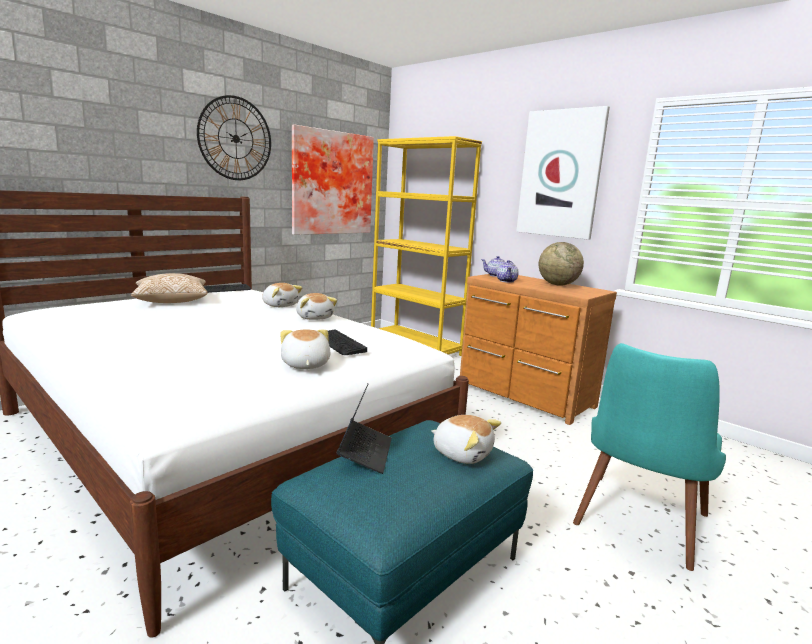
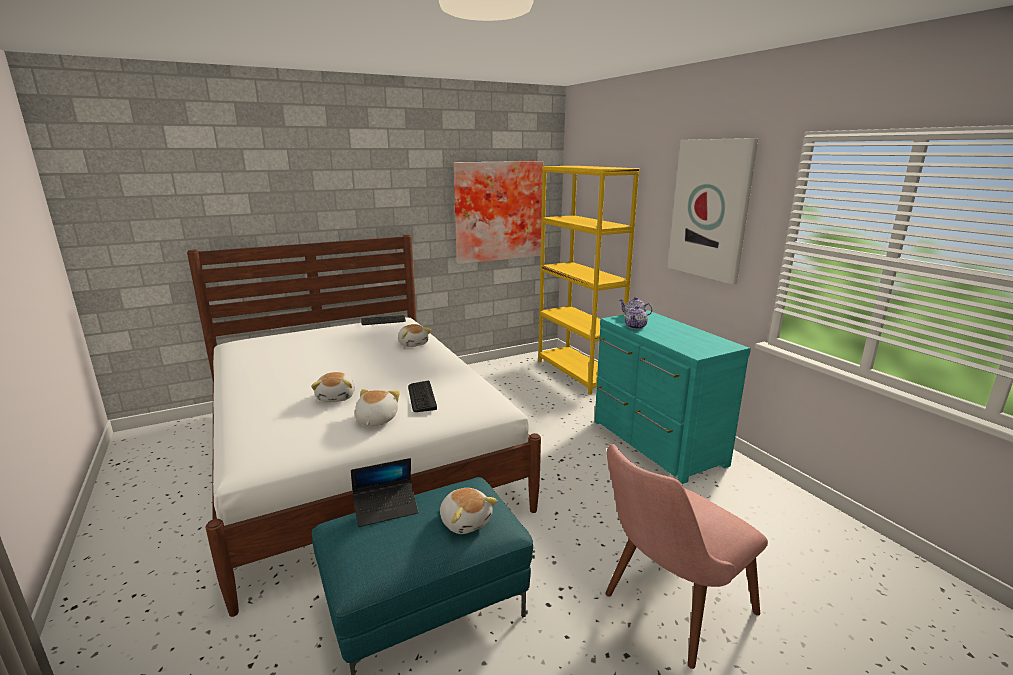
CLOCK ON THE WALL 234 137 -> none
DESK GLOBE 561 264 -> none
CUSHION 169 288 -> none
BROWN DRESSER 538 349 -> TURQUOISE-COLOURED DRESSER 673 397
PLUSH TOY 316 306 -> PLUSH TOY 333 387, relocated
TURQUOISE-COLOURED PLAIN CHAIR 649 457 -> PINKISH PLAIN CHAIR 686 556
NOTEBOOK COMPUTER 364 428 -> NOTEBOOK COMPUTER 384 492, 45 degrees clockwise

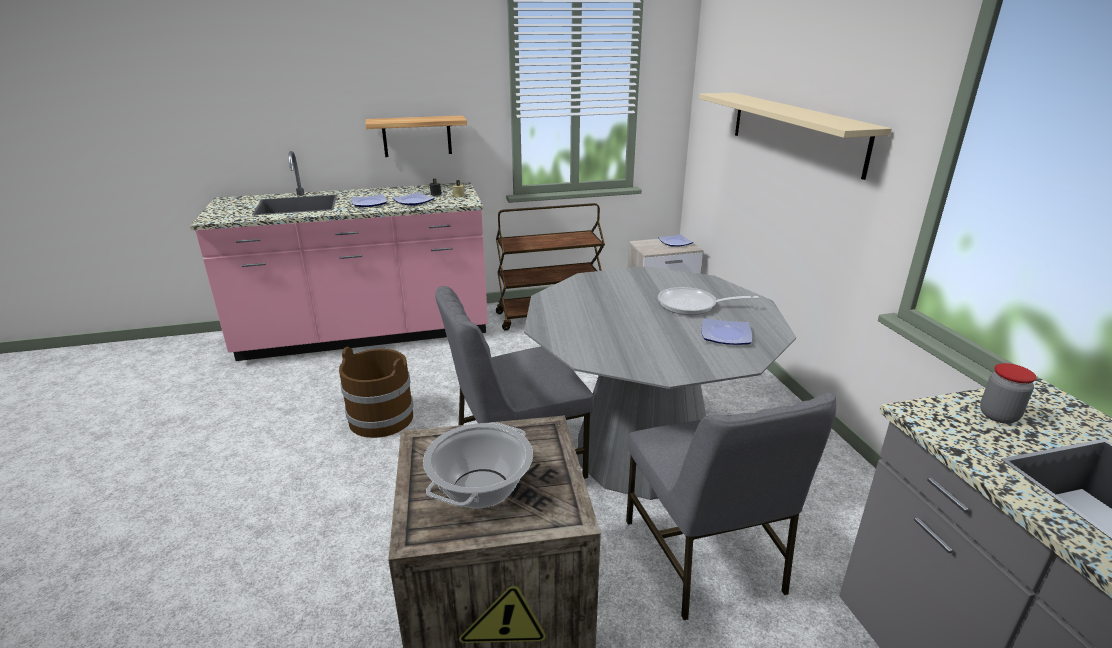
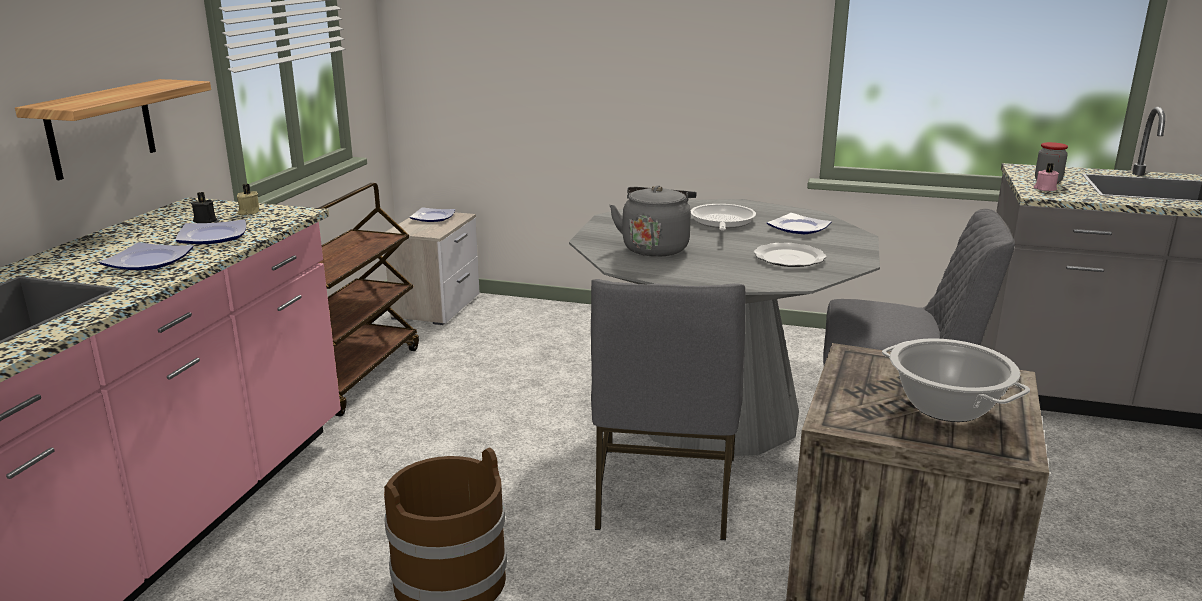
BEIGE-COLOURED SHELF 795 136 -> none
SKILLET 708 301 -> SKILLET 723 217, 150 degrees clockwise
none -> PINKISH WAX LIGHT 1046 177
none -> GREY TEA KETTLE 653 221
none -> DINNER PLATE 790 255

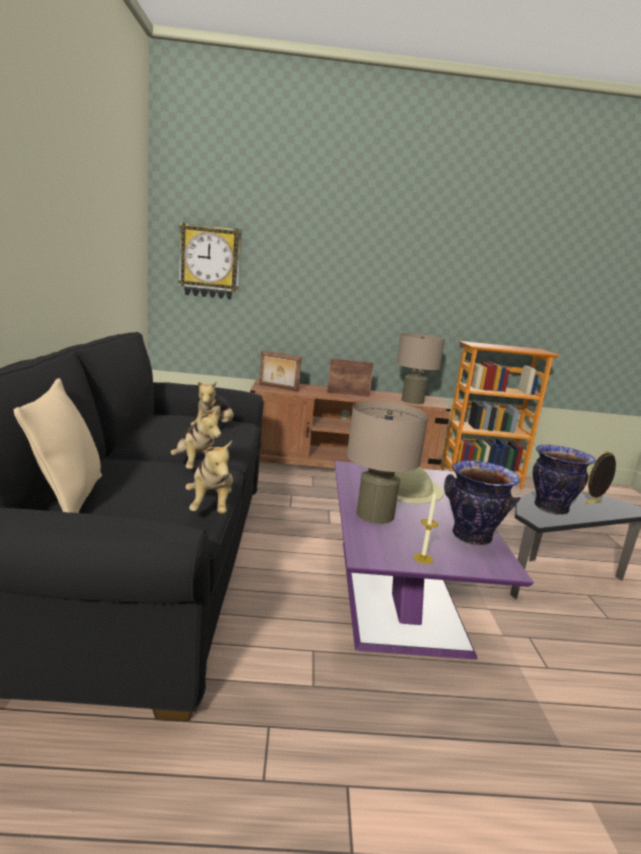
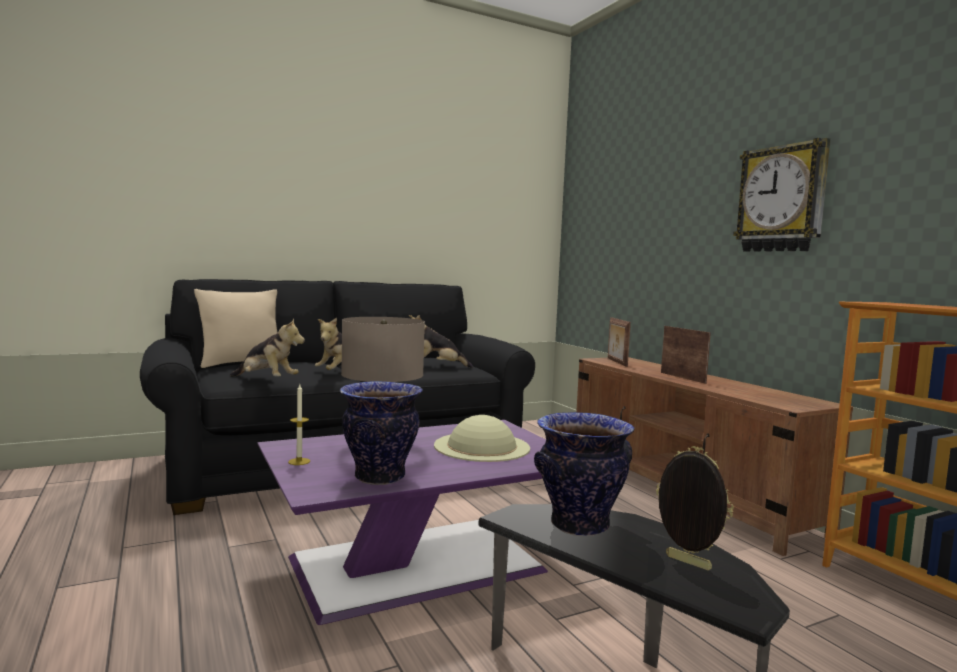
CLOCK ON THE WALL 210 261 -> CLOCK ON THE WALL 782 195, relocated
BEIGE-COLOURED LAMP FOR A TABLE 421 368 -> none
PLUSH TOY 209 477 -> PLUSH TOY 267 347, 120 degrees counterclockwise

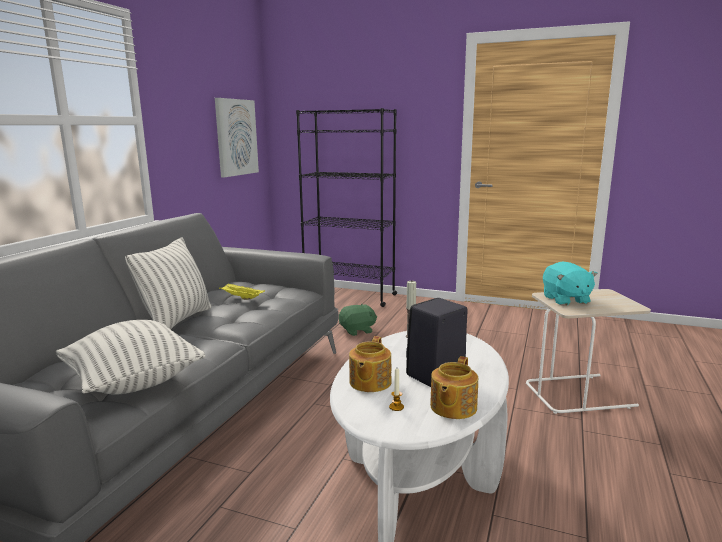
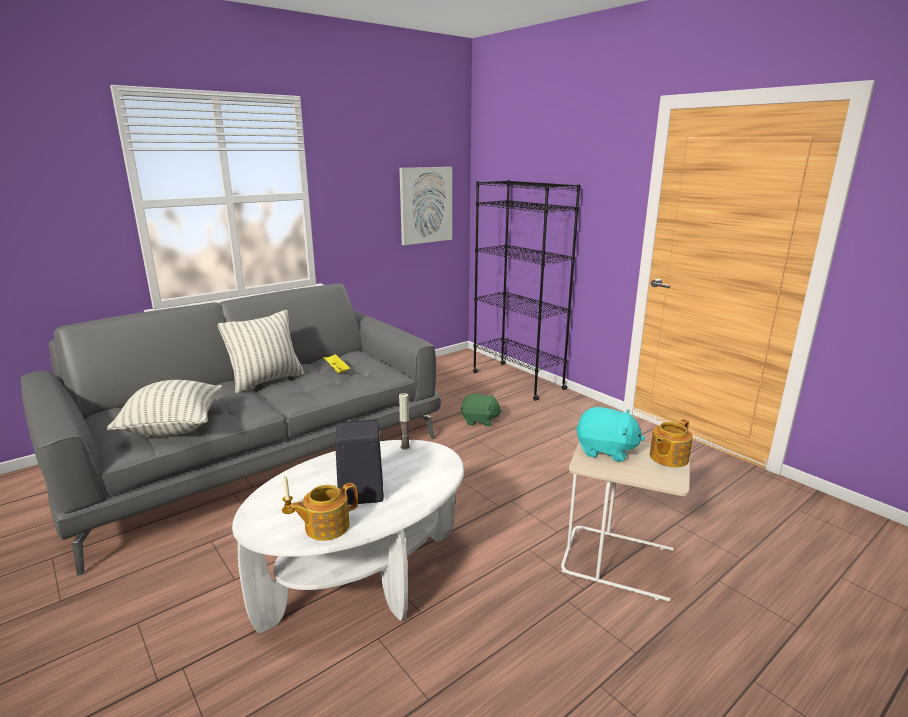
TURQUOISE-COLOURED PLUSH TOY 570 283 -> TURQUOISE-COLOURED PLUSH TOY 610 434, 90 degrees counterclockwise
TEA POT 370 364 -> TEA POT 671 443, relocated

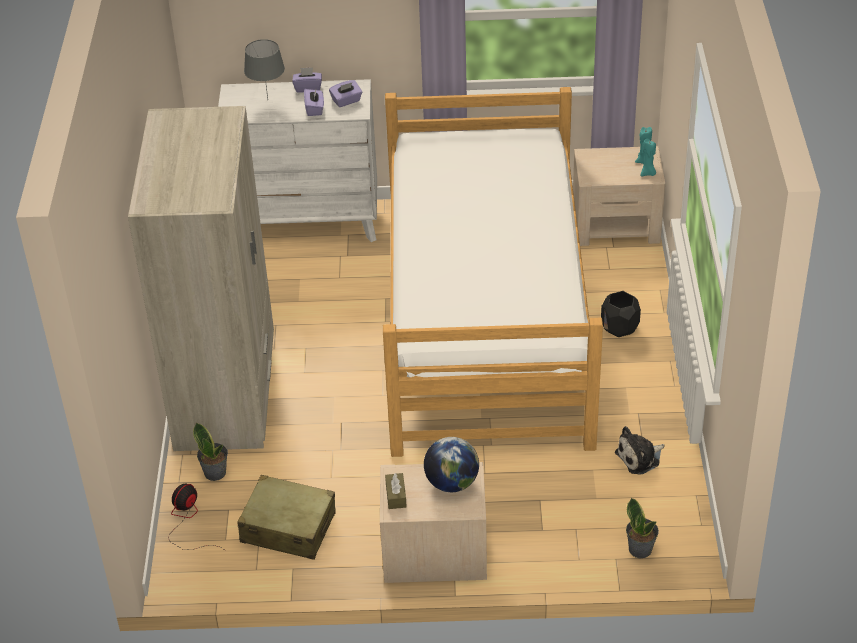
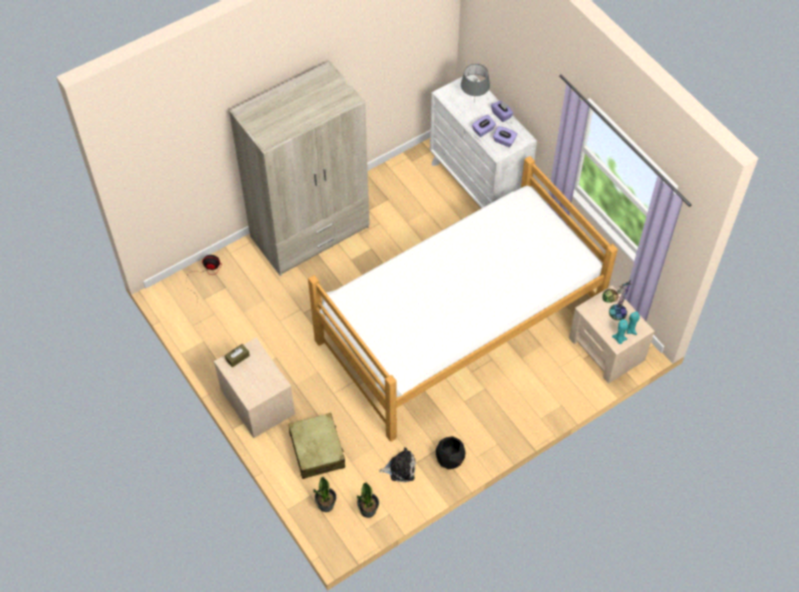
BLACK-COLOURED PLANTER 621 314 -> BLACK-COLOURED PLANTER 450 452, relocated
PLANT IN A POT 210 452 -> PLANT IN A POT 368 500, relocated
PLUSH TOY 640 450 -> PLUSH TOY 397 464, 150 degrees clockwise
DESK GLOBE 451 464 -> none
BEIGE-COLOURED SUITCASE 287 517 -> BEIGE-COLOURED SUITCASE 316 446, relocated
none -> LAMP FOR A TABLE 616 300

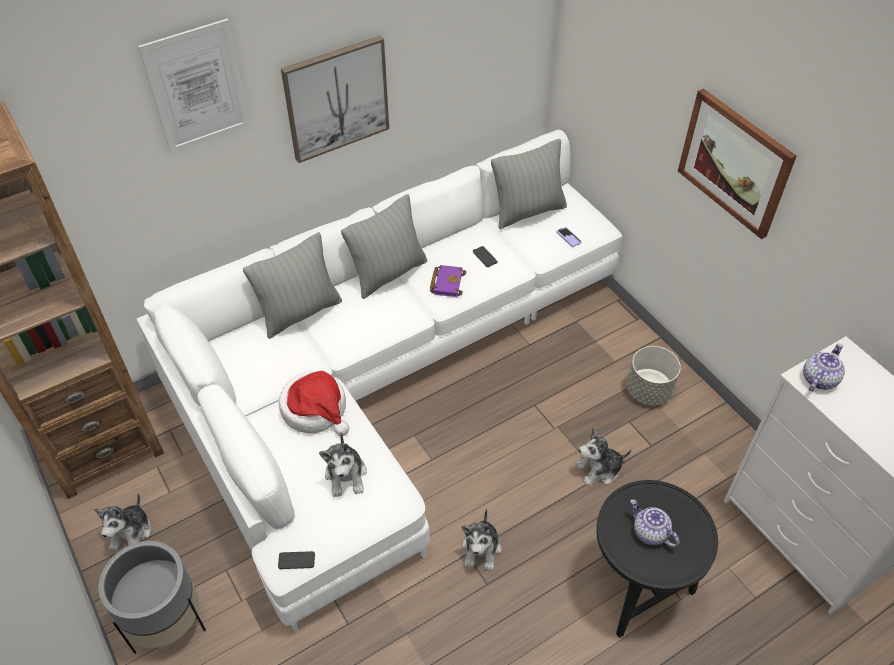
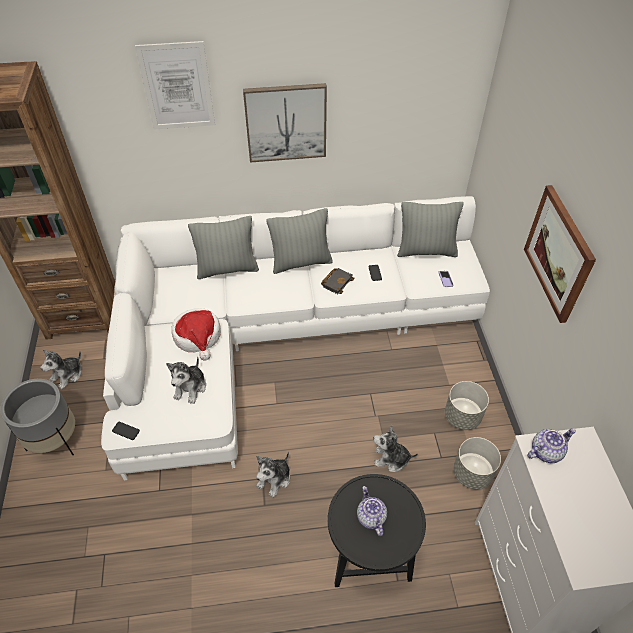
PURPLISH VOLUME 448 281 -> BLACK-COLOURED VOLUME 338 281
none -> GREY PLANTER 477 463

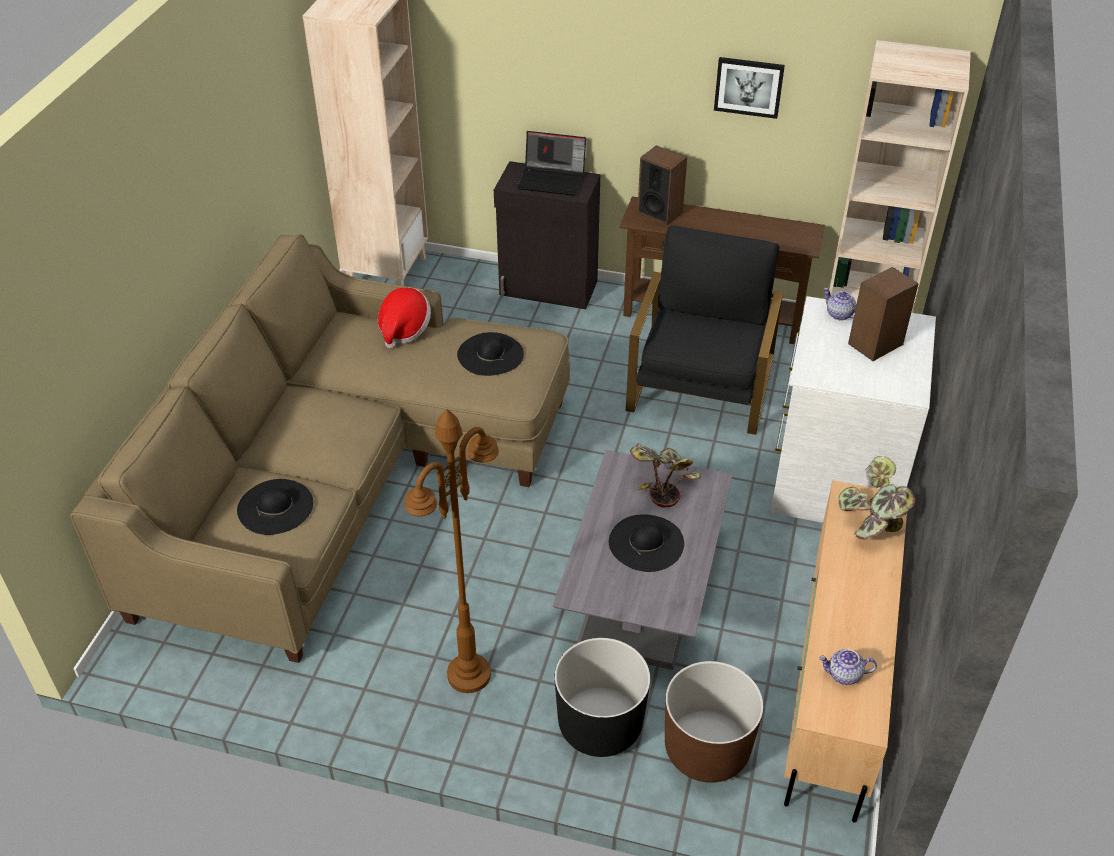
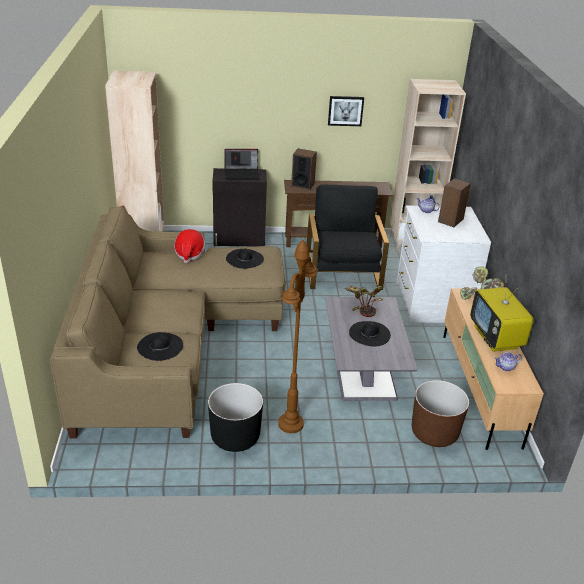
BLACK-COLOURED PLANTER 603 697 -> BLACK-COLOURED PLANTER 235 417, relocated
none -> TELEVISION 502 313

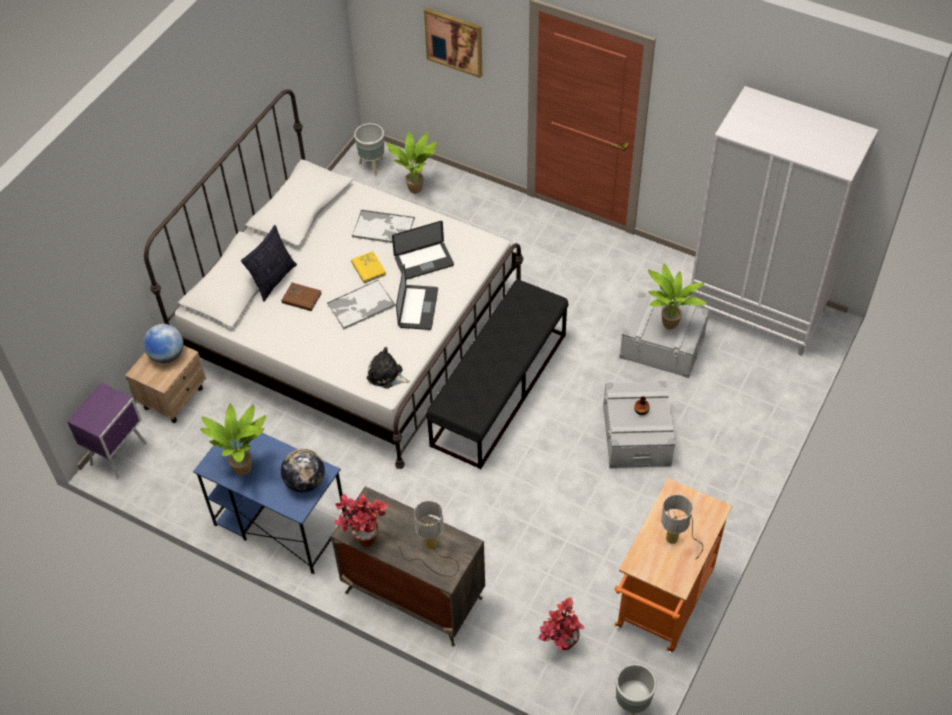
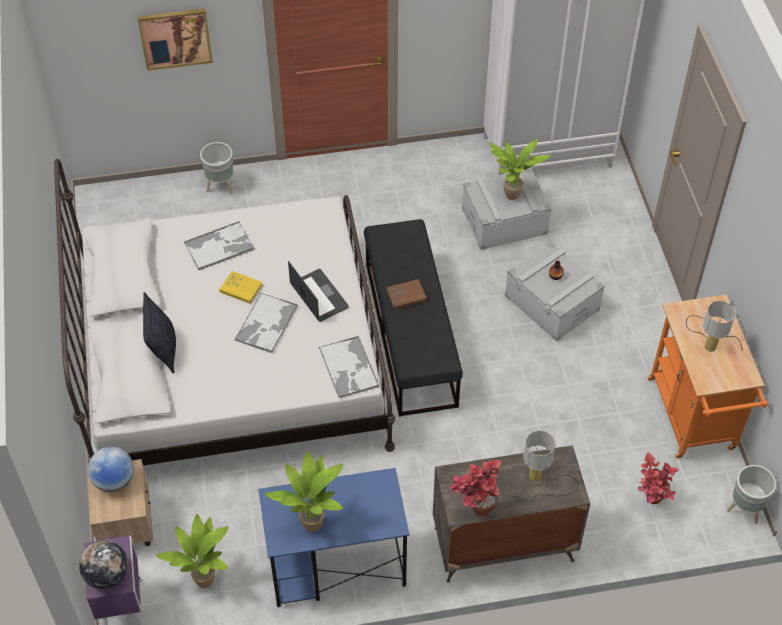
GREY PLANTER 369 149 -> GREY PLANTER 216 168, relocated
PLANT IN A POT 411 162 -> PLANT IN A POT 192 551, relocated
NOTEBOOK COMPUTER 423 250 -> none
BROWN VOLUME 301 297 -> BROWN VOLUME 407 294, relocated
PLUSH TOY 388 368 -> TRAY 349 367
DESK GLOBE 303 471 -> DESK GLOBE 103 565, relocated

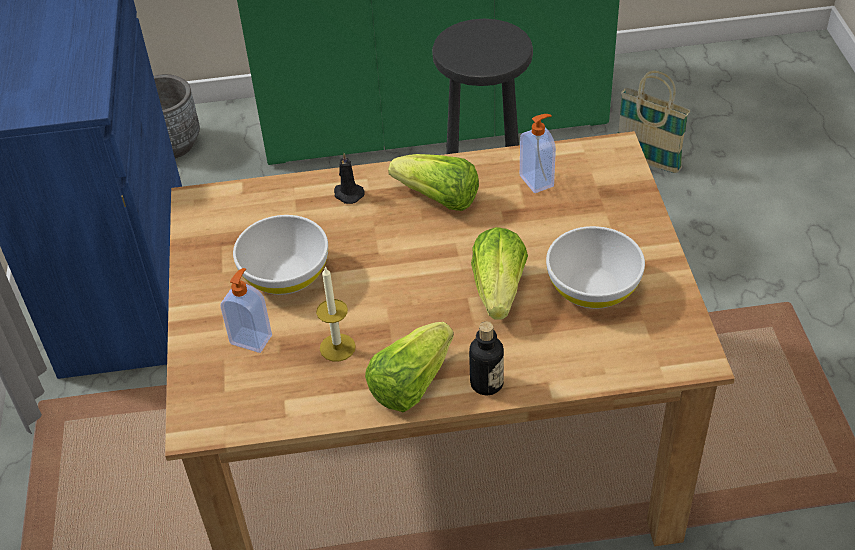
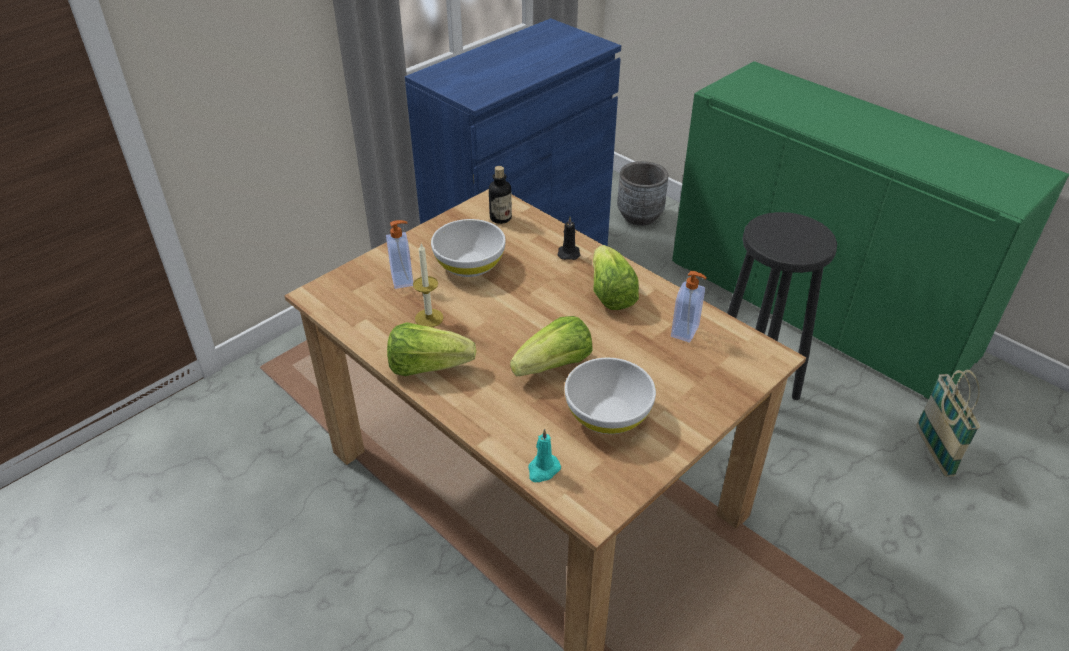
DRINK BOTTLE 486 358 -> DRINK BOTTLE 500 195, relocated
none -> TURQUOISE-COLOURED WAX LIGHT 544 455

